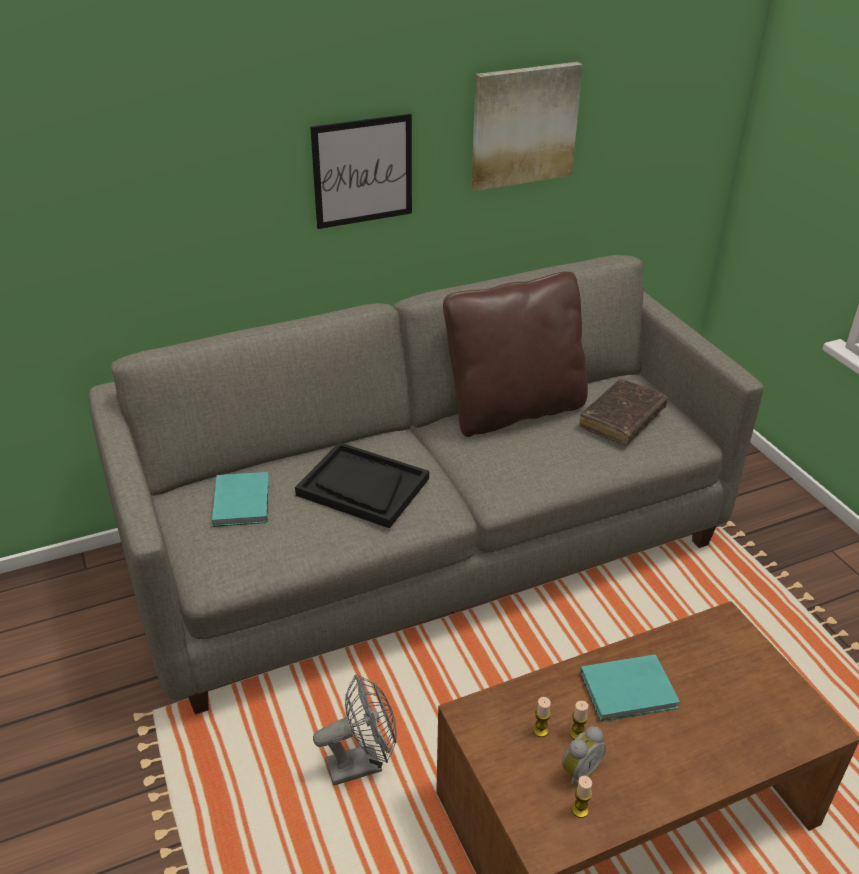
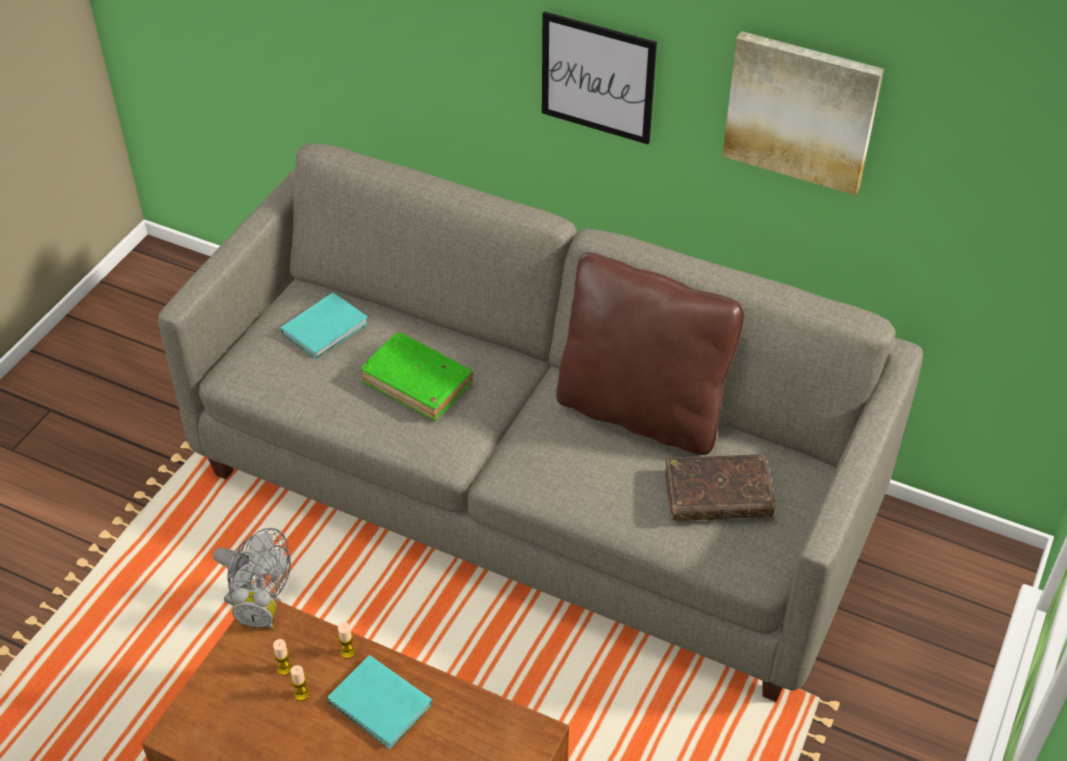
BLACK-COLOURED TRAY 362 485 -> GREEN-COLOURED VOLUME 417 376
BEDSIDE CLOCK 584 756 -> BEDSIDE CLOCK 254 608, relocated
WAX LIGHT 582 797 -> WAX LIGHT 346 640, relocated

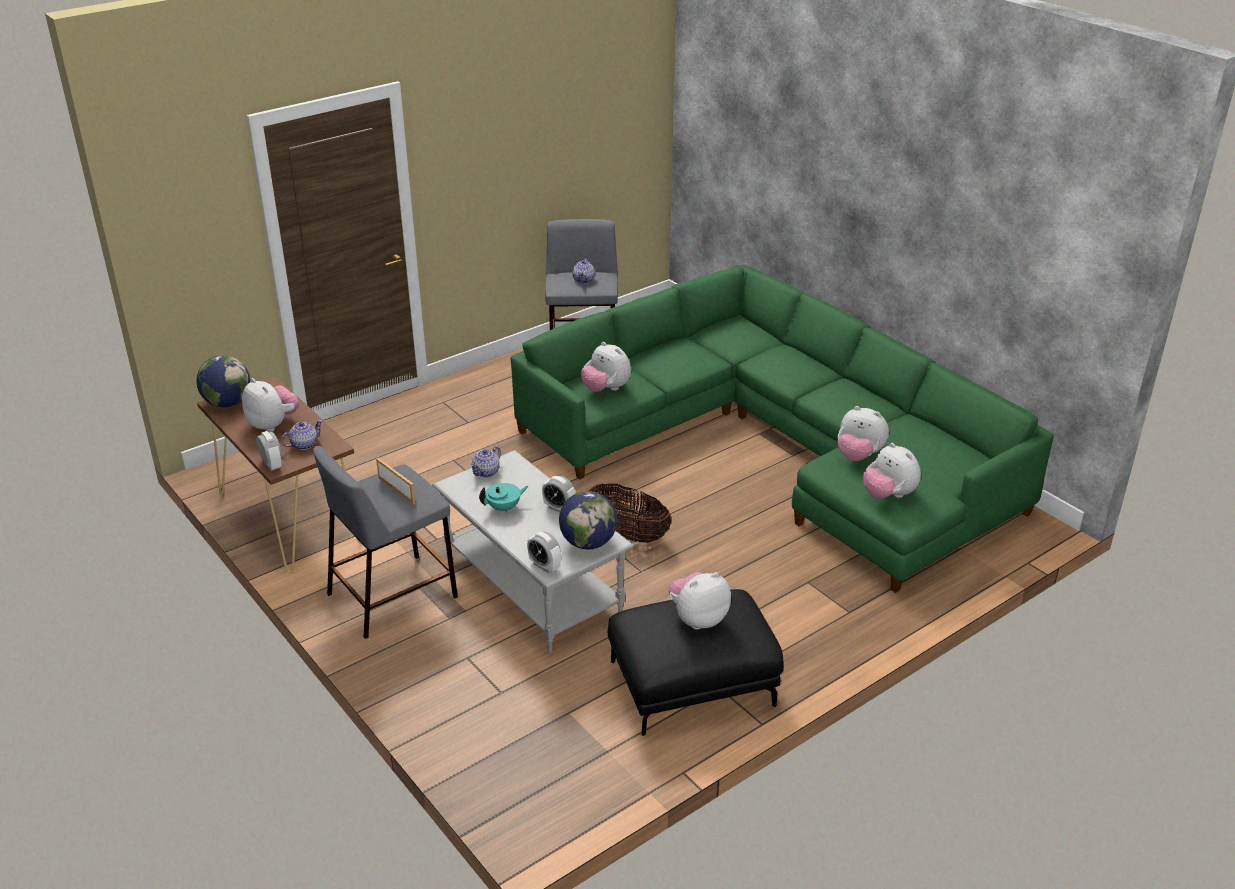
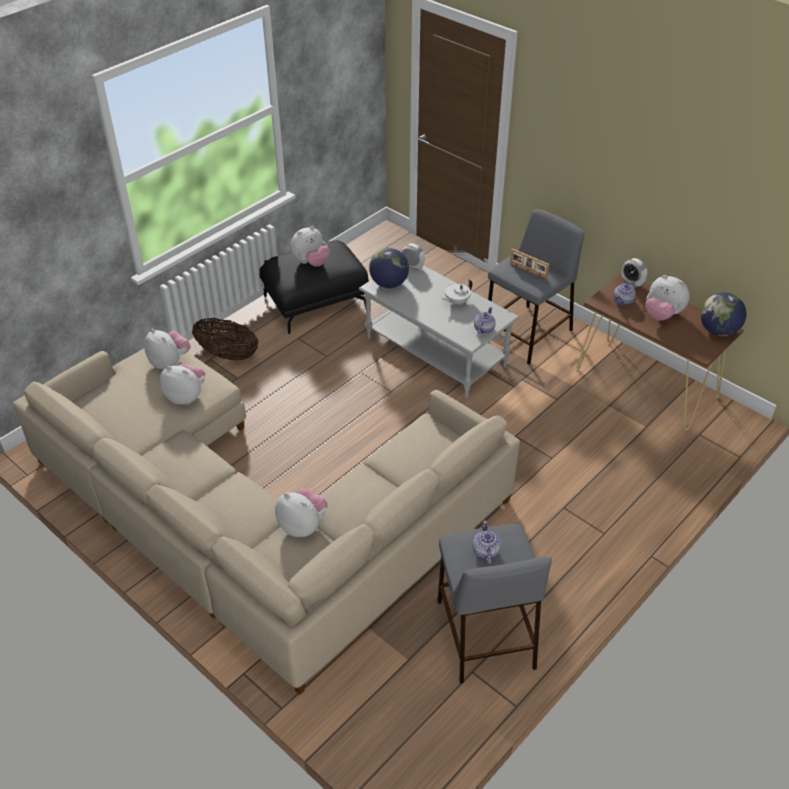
GREEN-COLOURED COUCH 782 429 -> BEIGE-COLOURED COUCH 266 521
PLUSH TOY 606 367 -> PLUSH TOY 301 512, relocated
BEDSIDE CLOCK 559 494 -> none
TURQUOISE-COLOURED TEA POT 504 498 -> WHITE TEA POT 457 292
BASKET 630 513 -> BASKET 225 339, relocated

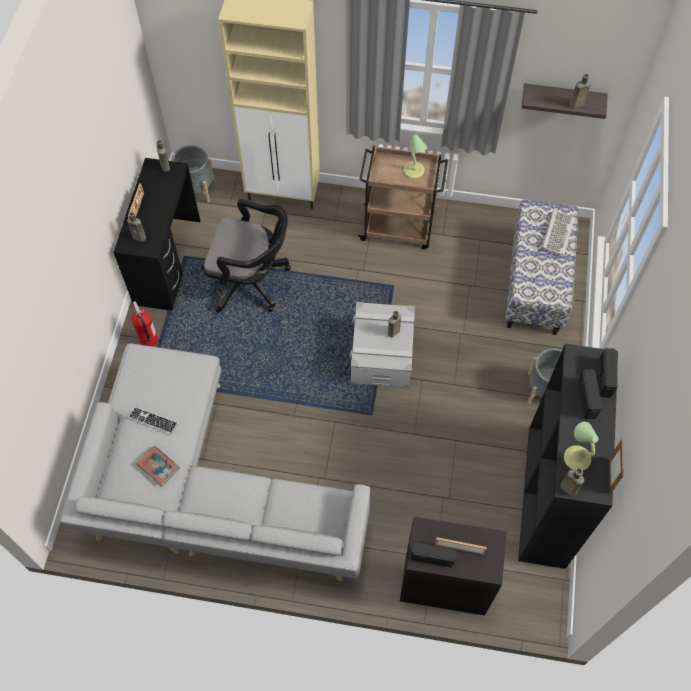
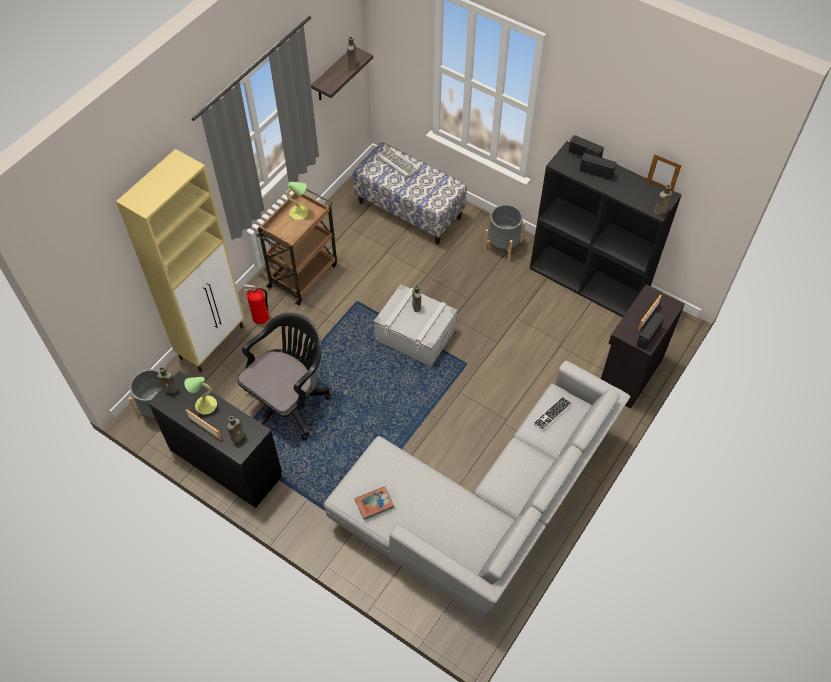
EXTINGUISHER 144 324 -> EXTINGUISHER 256 304, relocated
KEYBOARD 153 420 -> KEYBOARD 552 413, relocated
LAMP FOR A TABLE 581 446 -> LAMP FOR A TABLE 200 396, relocated
VOLUME 158 466 -> VOLUME 374 503, relocated

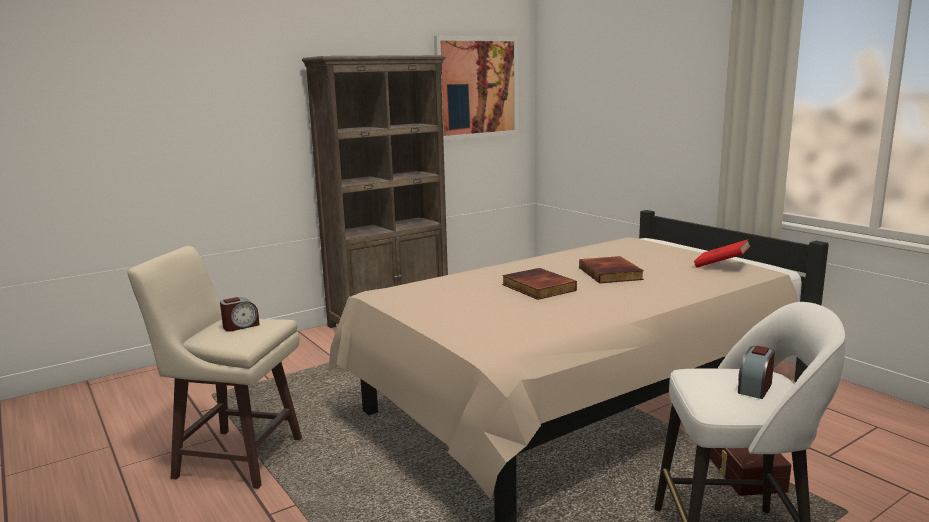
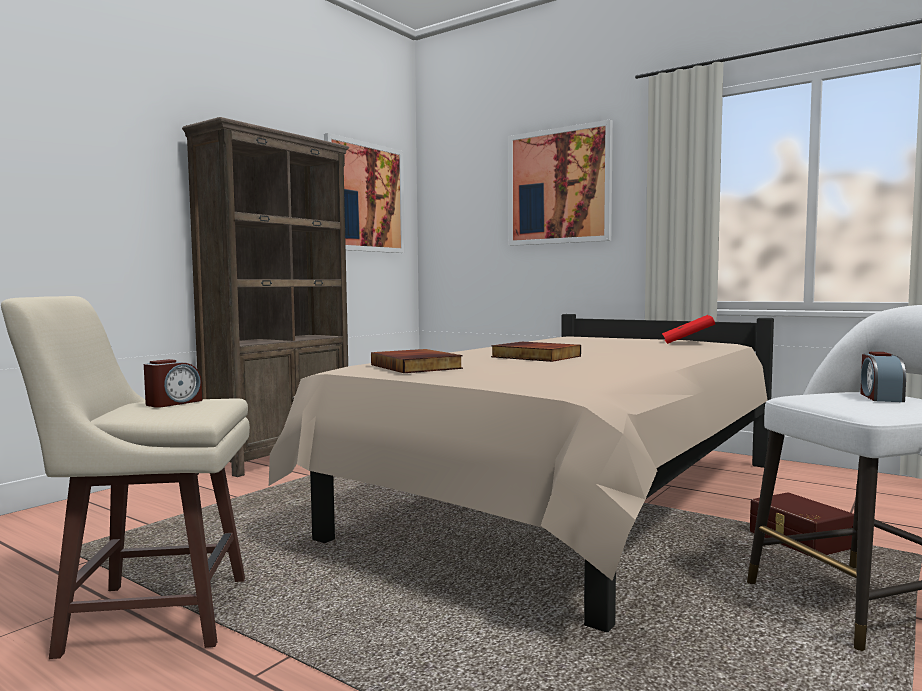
VOLUME 611 270 -> VOLUME 417 361, relocated
none -> WALL ART 560 183

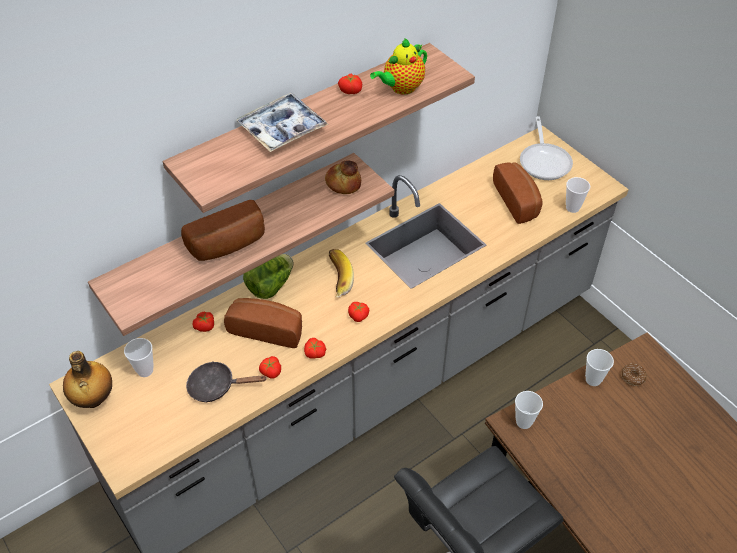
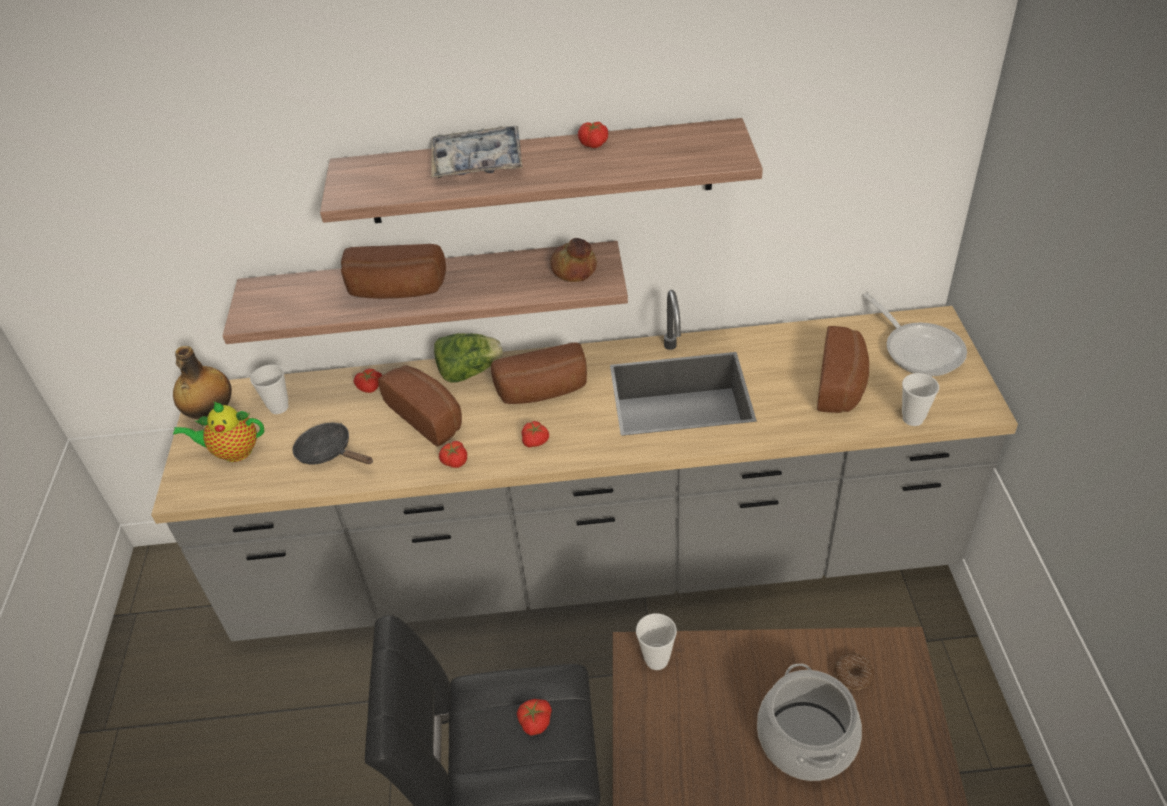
TEA POT 398 66 -> TEA POT 218 432, relocated
SKILLET 546 148 -> SKILLET 915 334, 60 degrees counterclockwise
BANANA 341 273 -> BAKED BREAD 539 373
SMALL CUP 599 367 -> none
WHOLE TOMATO 270 367 -> WHOLE TOMATO 534 717, relocated
none -> COOKING POT 809 722

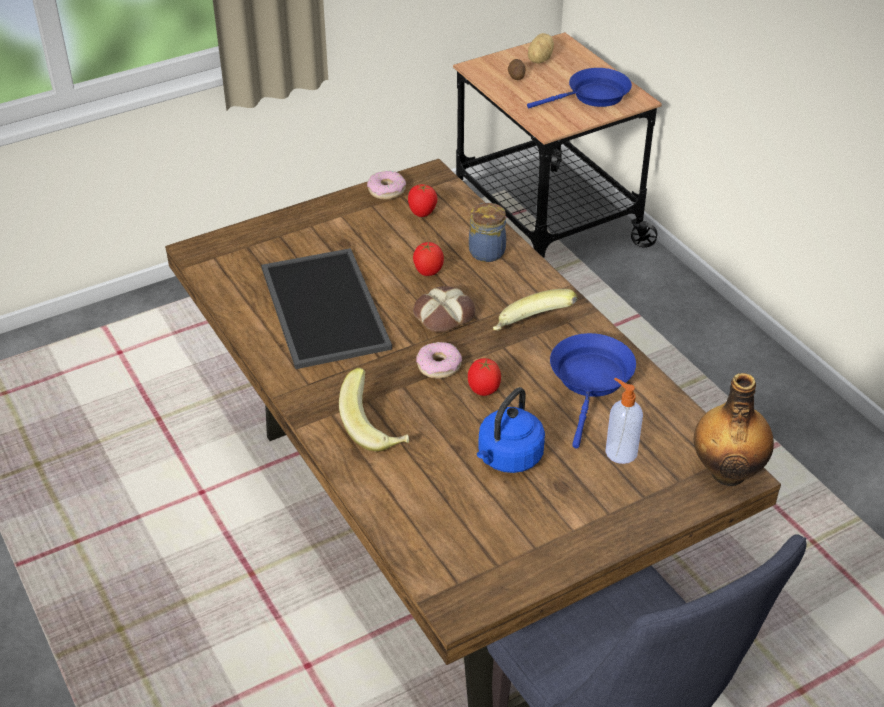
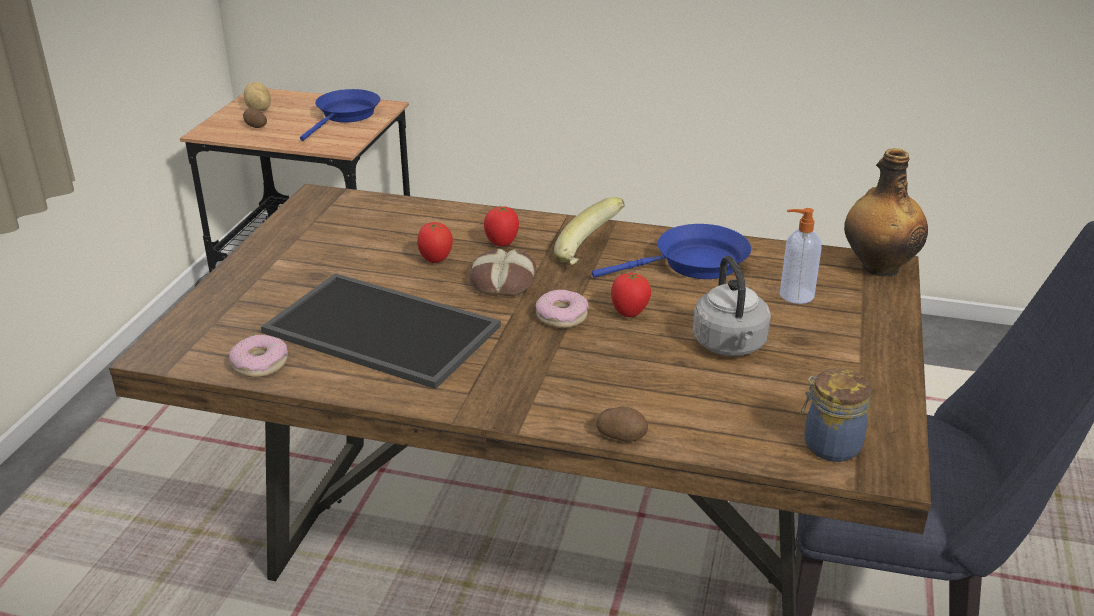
DOUGHNUT 386 185 -> DOUGHNUT 258 356, relocated
WHOLE TOMATO 423 200 -> WHOLE TOMATO 501 226, relocated
STORAGE JAR 487 232 -> STORAGE JAR 836 415, relocated
BLUE-COLOURED SKILLET 593 390 -> BLUE-COLOURED SKILLET 671 251, 105 degrees clockwise
BANANA 374 410 -> none
BLUE-COLOURED TEA KETTLE 511 430 -> GREY TEA KETTLE 732 306
none -> POTATO 622 424

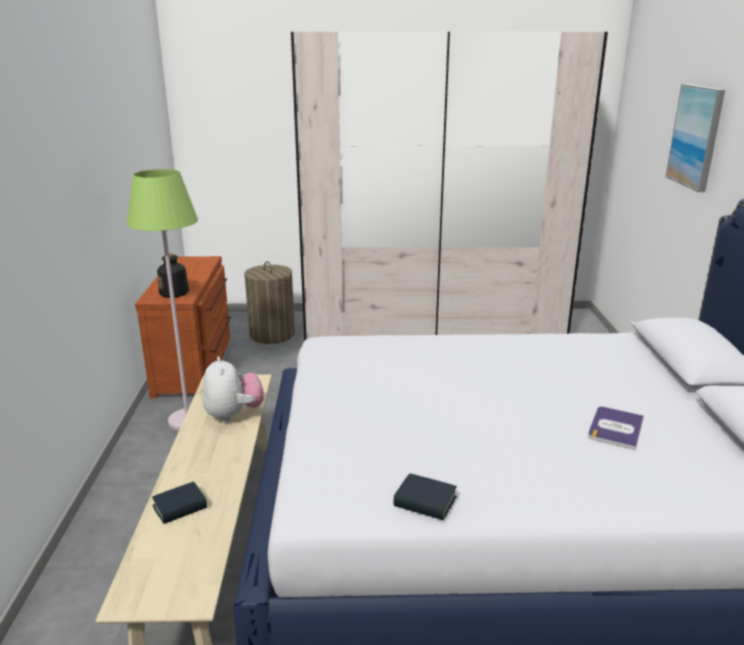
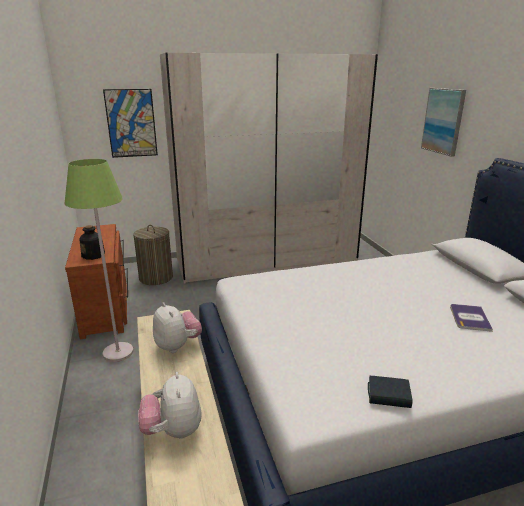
VOLUME 179 503 -> PLUSH TOY 170 405
none -> WALL ART 130 123

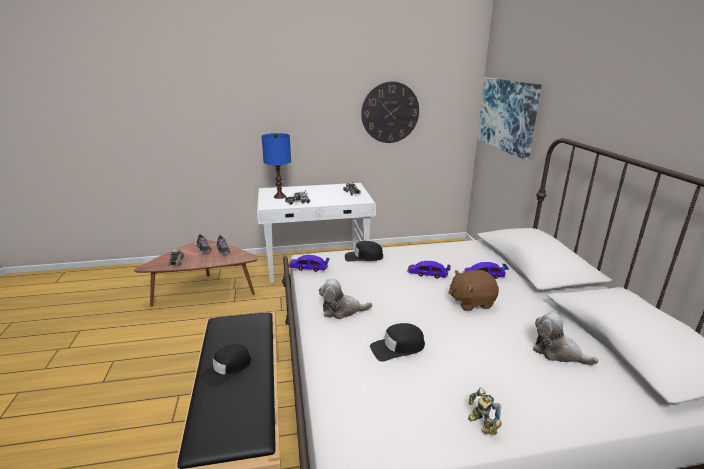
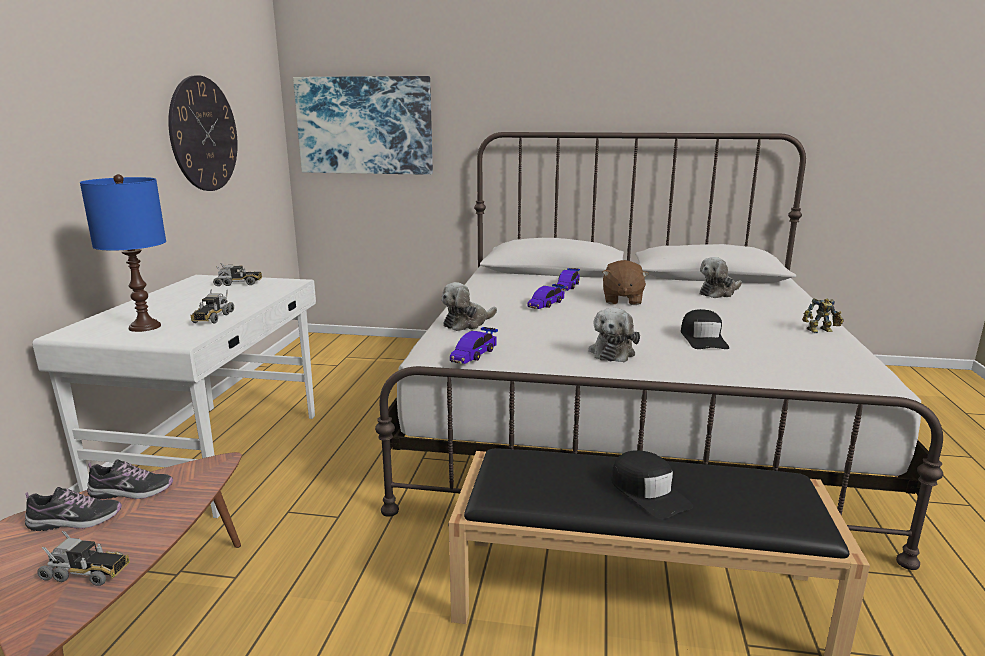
BLACK-COLOURED BASEBALL CAP 364 251 -> PLUSH TOY 469 306

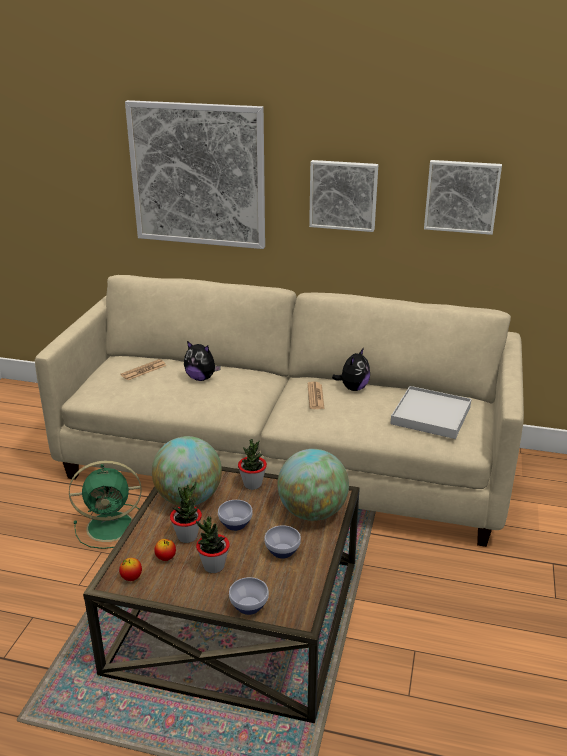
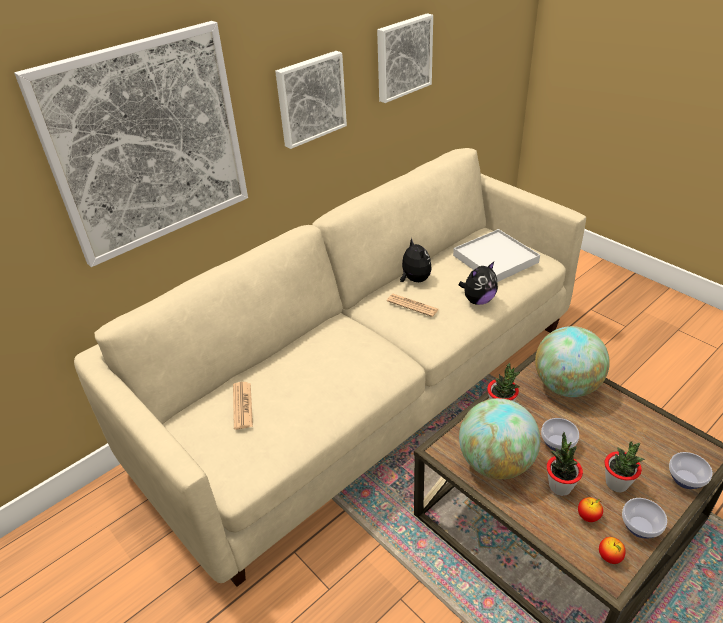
PLUSH TOY 202 361 -> PLUSH TOY 478 283, relocated
GREEN-COLOURED FAN 105 505 -> none
SERVING BOWL 282 542 -> SERVING BOWL 644 518, relocated

